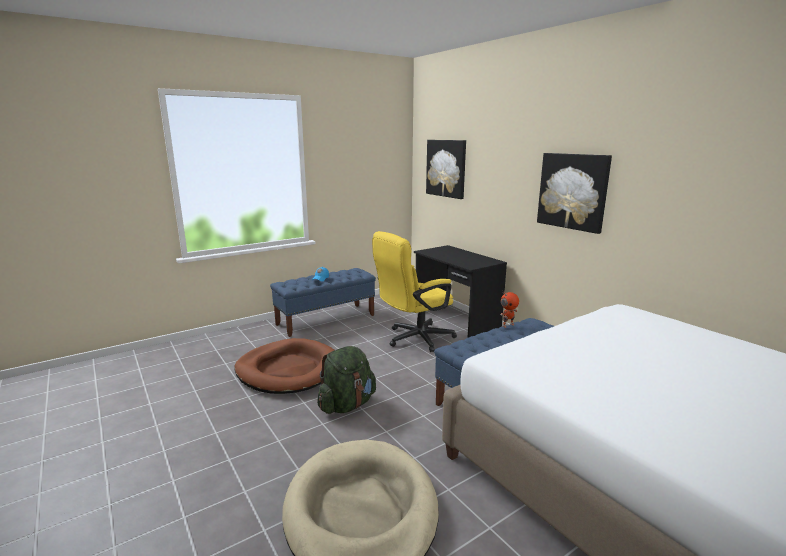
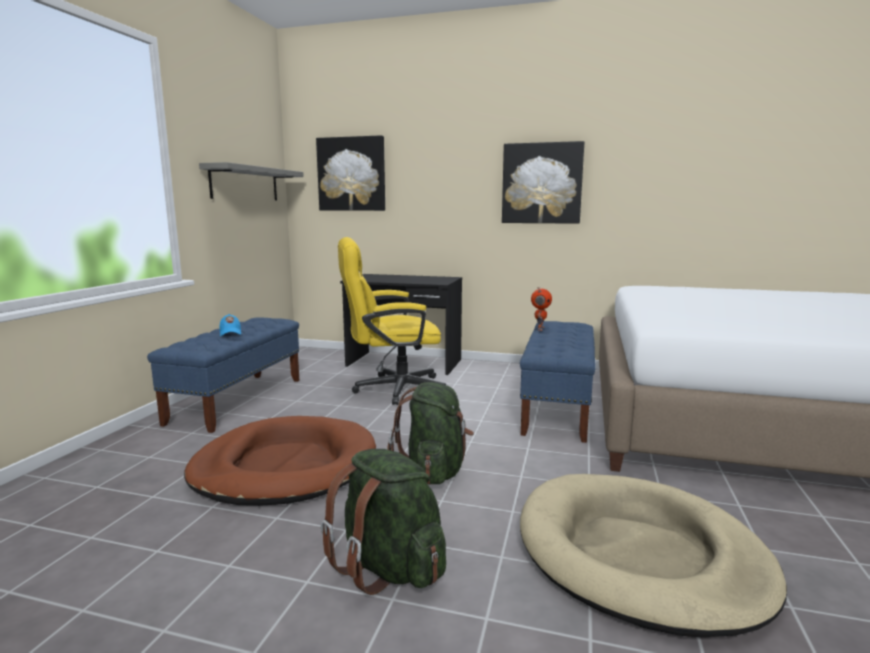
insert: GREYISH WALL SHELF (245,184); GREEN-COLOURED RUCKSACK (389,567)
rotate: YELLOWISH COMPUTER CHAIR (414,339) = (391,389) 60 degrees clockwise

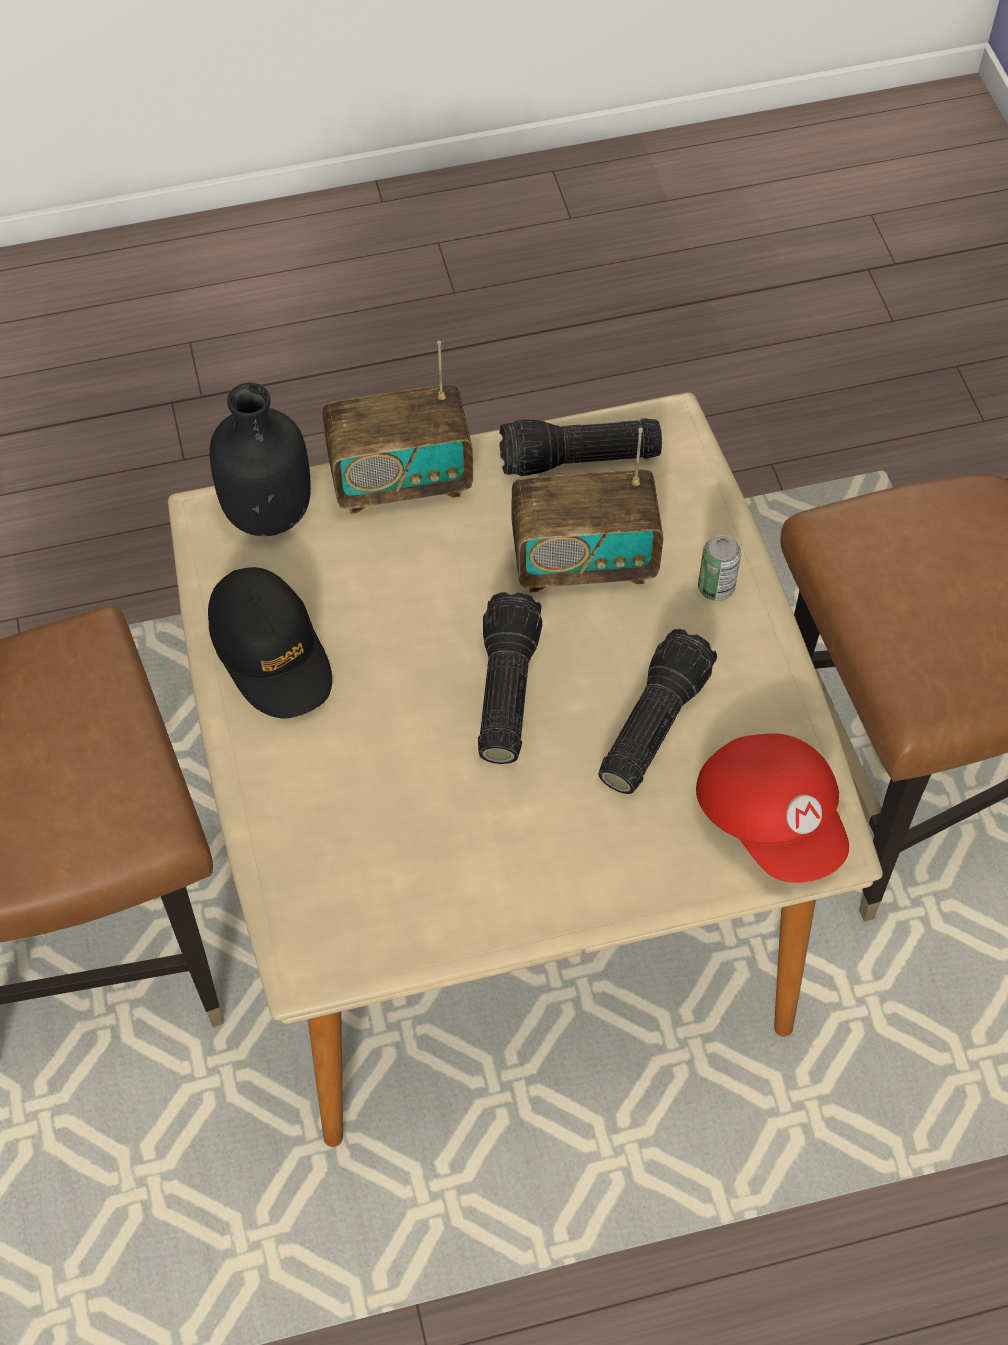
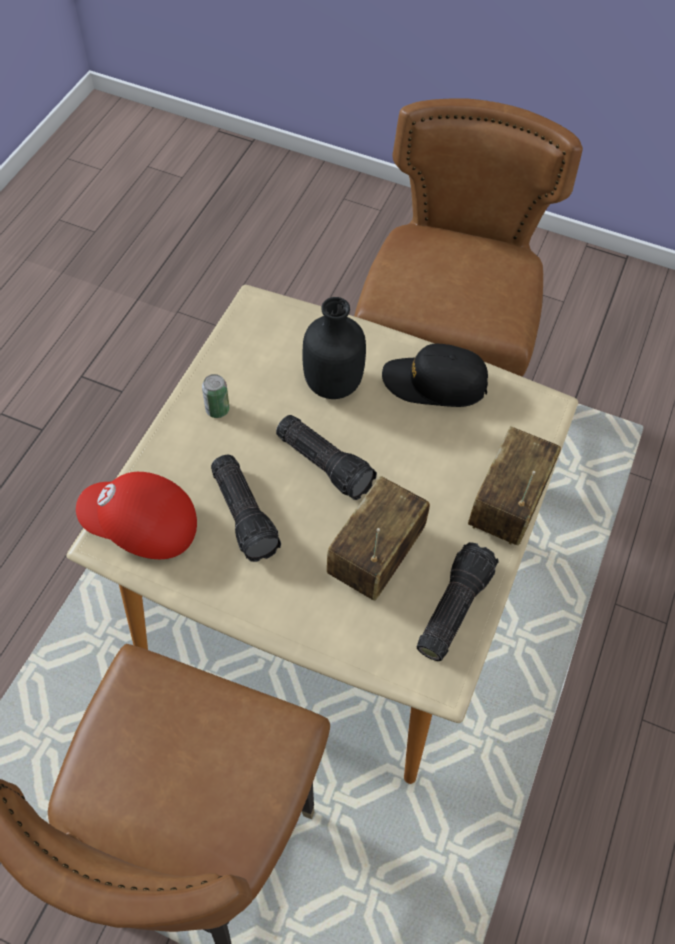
move: BLACK-COLOURED BEVERAGE BOTTLE (266,511) to (334,383); CAN (716,588) to (217,409)

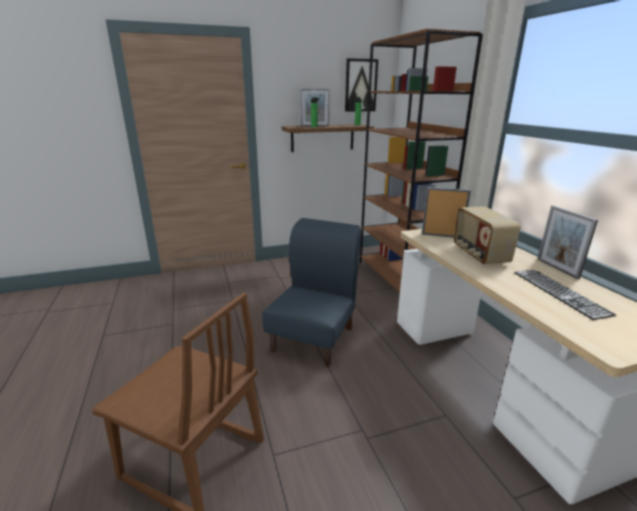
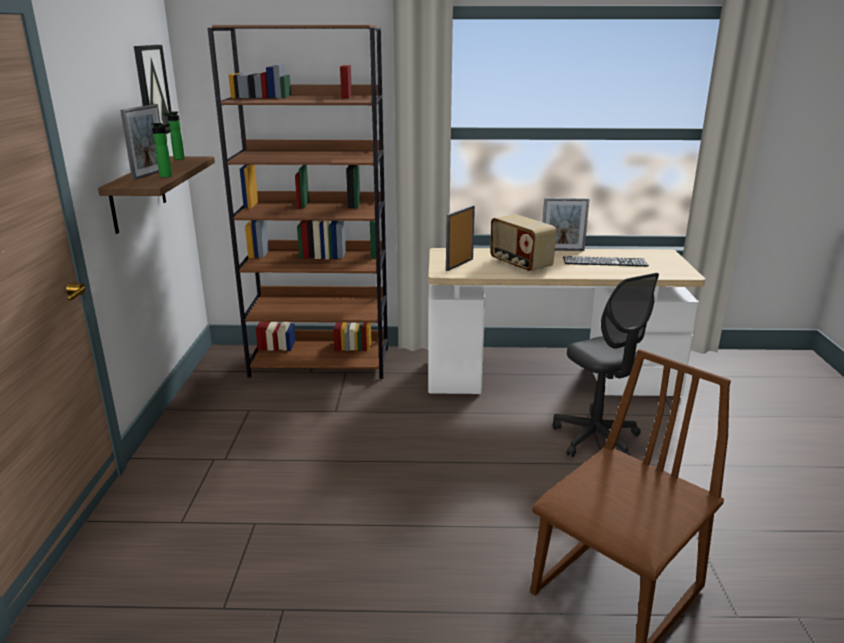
delete: BLUISH PLAIN CHAIR (314,338)
insert: GREYISH COMPUTER CHAIR (596,439)
rotate: RADIO SET (479,255) = (520,264) 45 degrees clockwise

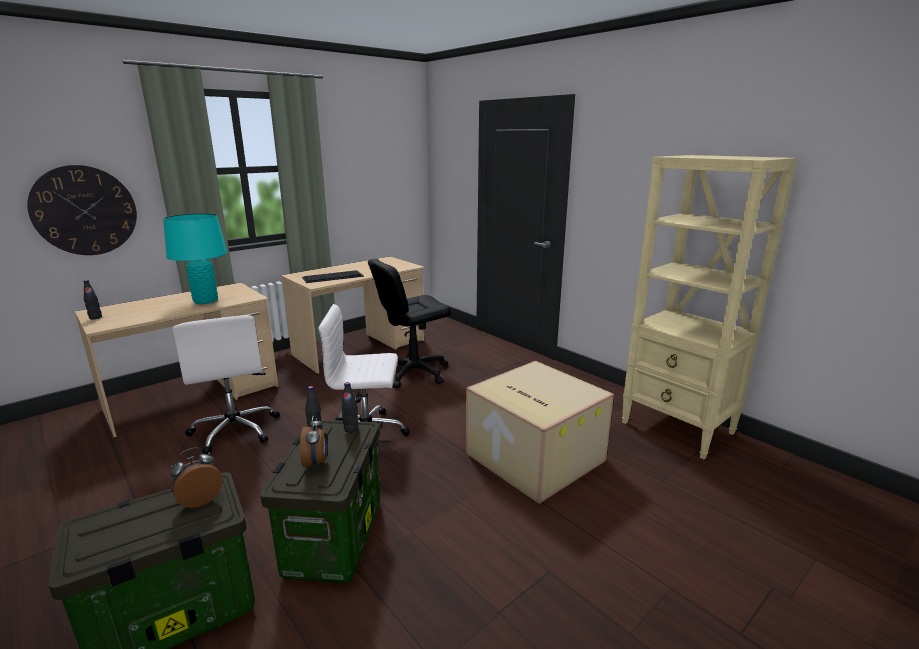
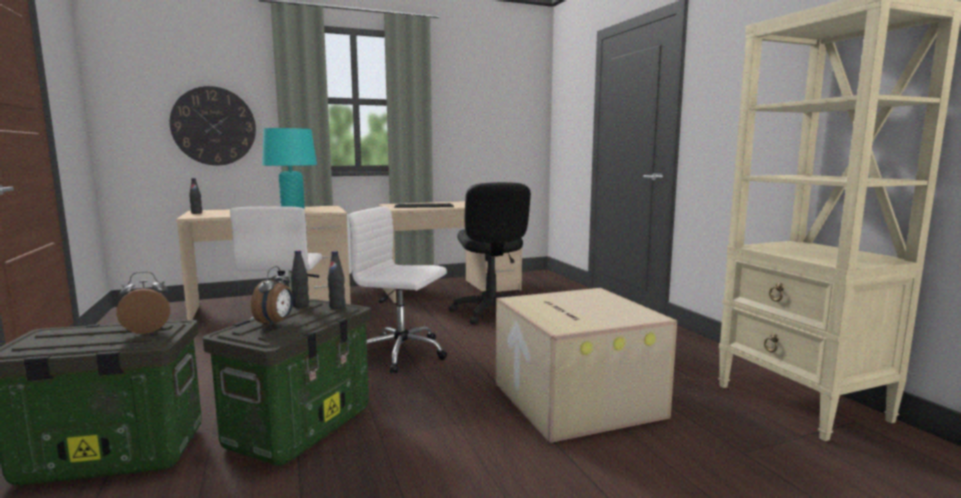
rotate: BLACK-COLOURED COMPUTER CHAIR (413,373) = (490,313) 90 degrees counterclockwise

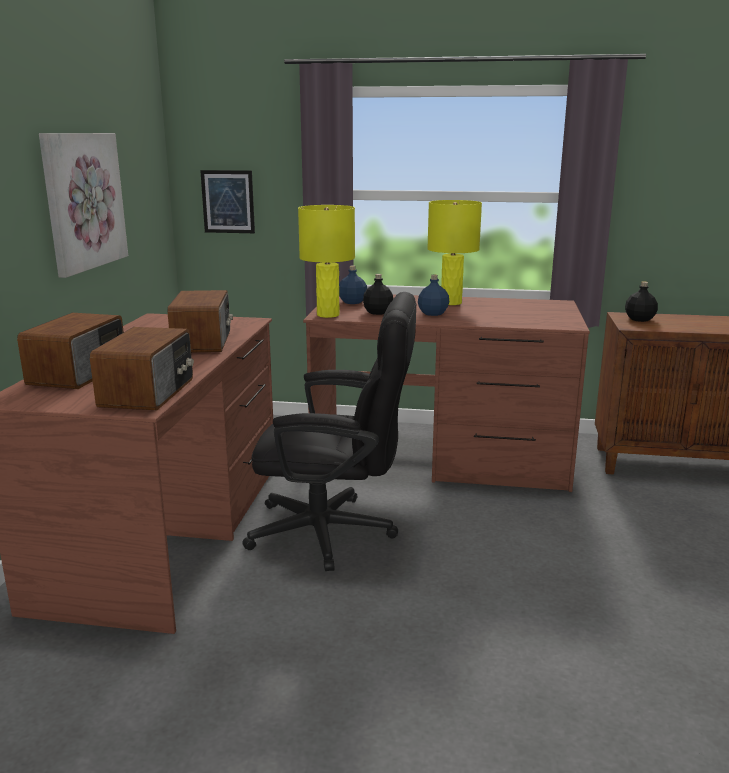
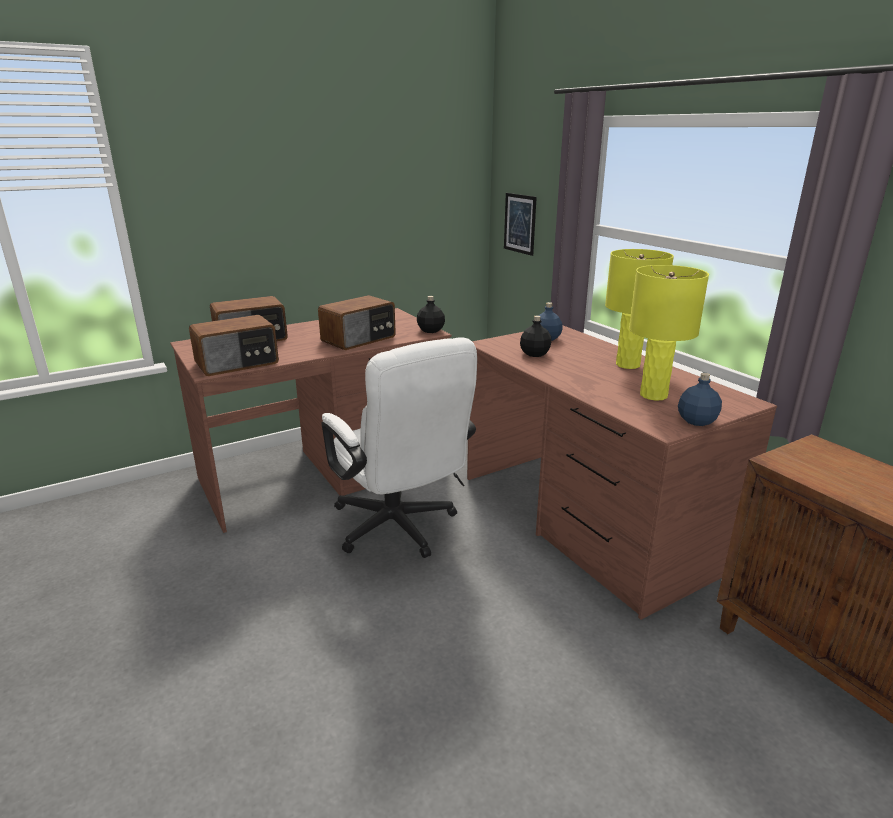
delete: WALL PICTURE (83,201)
move: YELLOWISH LAMP FOR A TABLE (328,315) to (653,395); BLUISH BEVERAGE BOTTLE (433,313) to (696,421); BLACK-COLOURED BEVERAGE BOTTLE (640,319) to (430,330)
recolor: BLACK-COLOURED COMPUTER CHAIR (335,532) to WHITISH COMPUTER CHAIR (399,529)

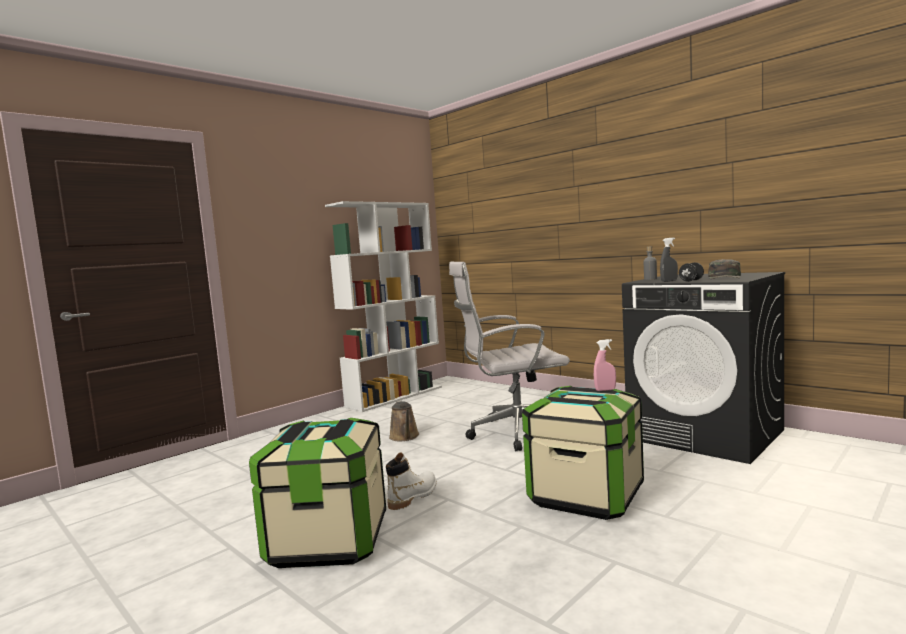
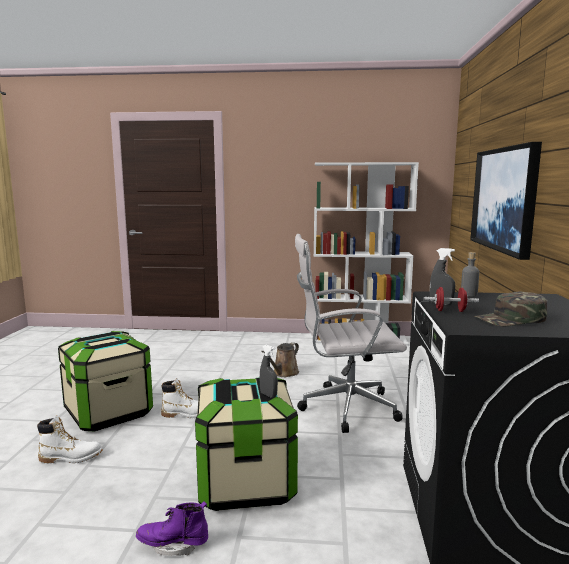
insert: WHITISH TALL BOOT (71,457); PURPLE-COLOURED TALL BOOT (173,545); WALL PICTURE (504,199)
recolor: PINK SPRAYER (605,390) to GREYISH SPRAYER (268,395); BLACK-COLOURED DUMBBELL (691,280) to RED-COLOURED DUMBBELL (450,311)
rotate: WHITISH COMPUTER CHAIR (513,433) = (344,408) 45 degrees counterclockwise

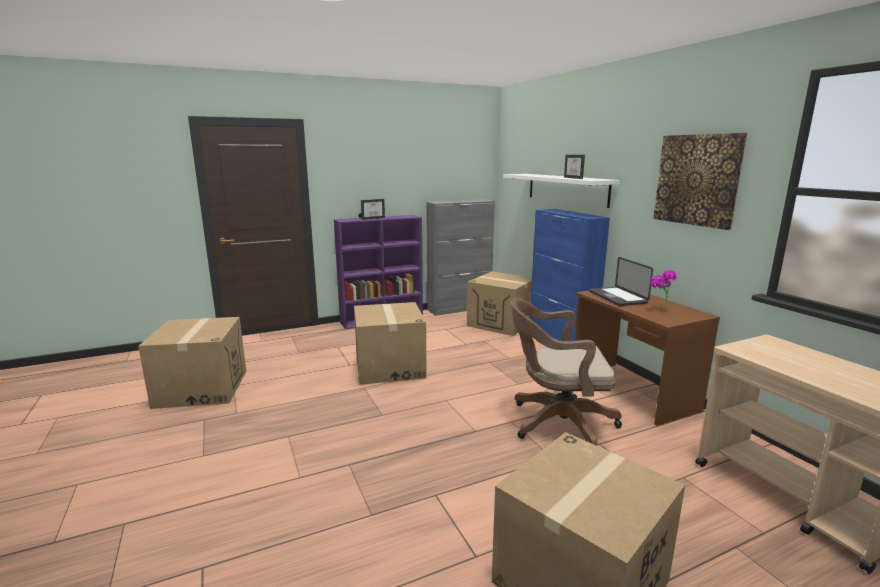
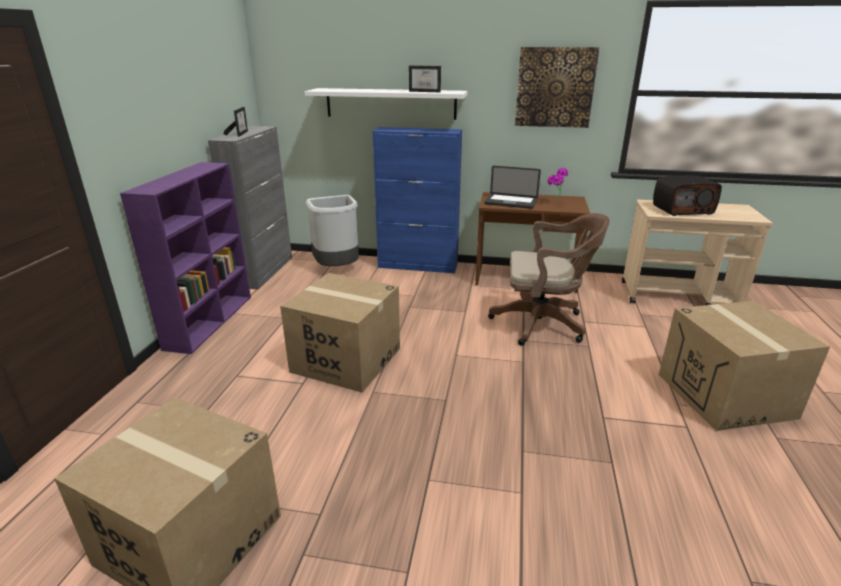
insert: RADIO SET (682,210)
move: PICTURE FRAME (372,218) to (239,133)
replace: PACKING BOX (501,323) to GREYISH TRASH CAN (337,269)
rotate: BROWN-COLOURED COMPUTER CHAIR (556,423) = (543,324) 120 degrees counterclockwise

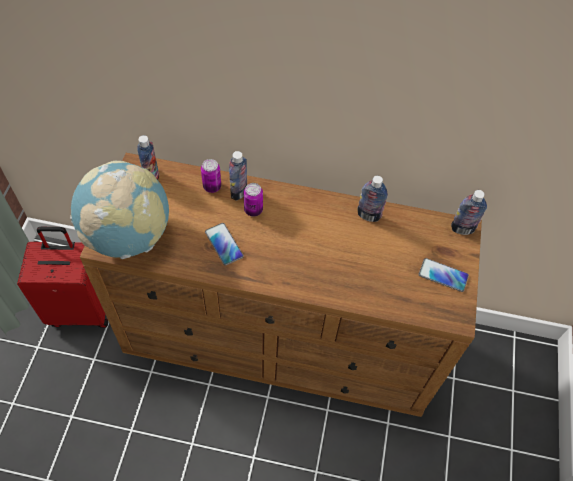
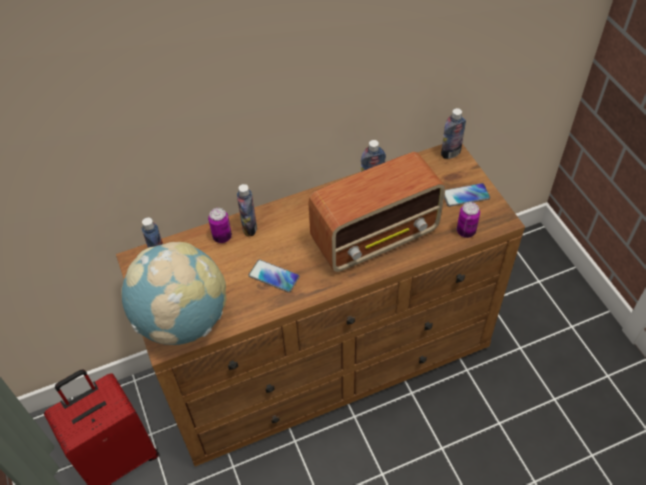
insert: RADIO SET (376,237)
move: CAN (253,210) to (466,231)

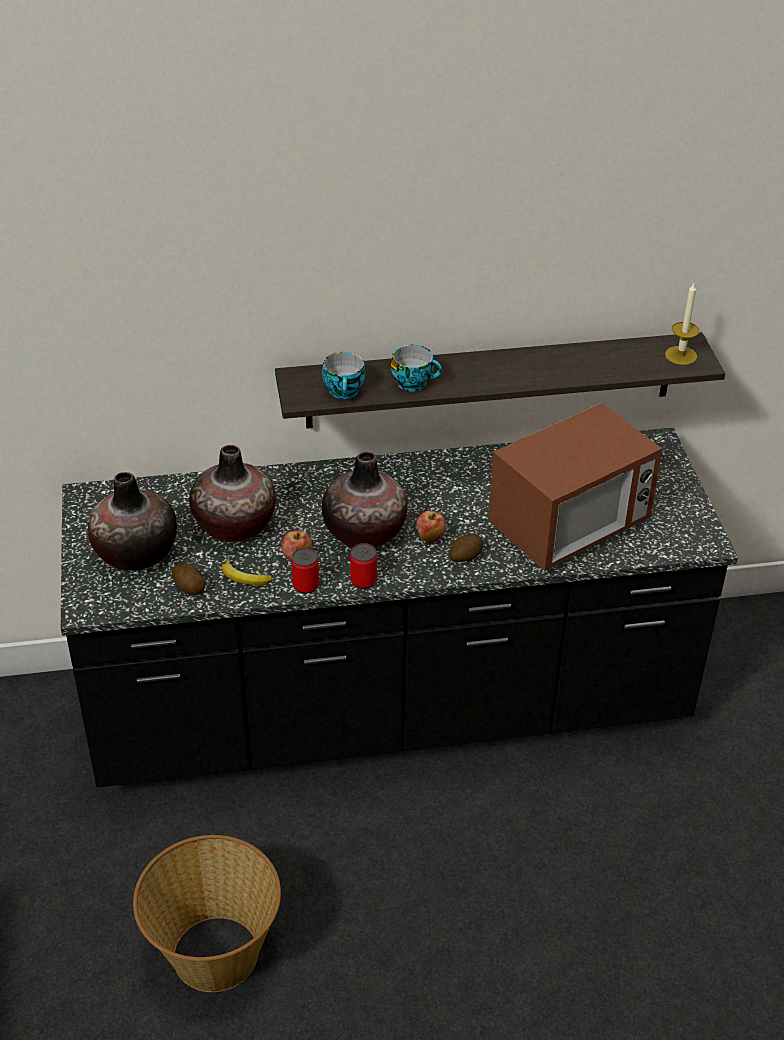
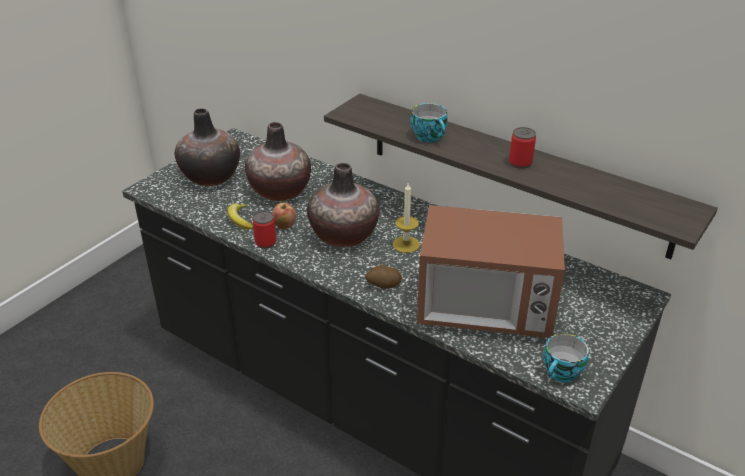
delete: SPUD (188,587); WHOLE APPLE (430,538)
move: CUP (345,392) to (562,373); CAN (363,580) to (520,163); WAX CANDLE (681,355) to (406,244)

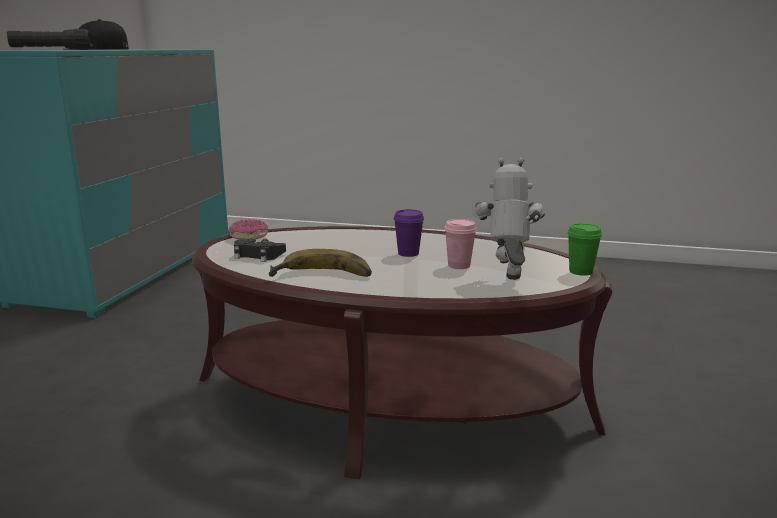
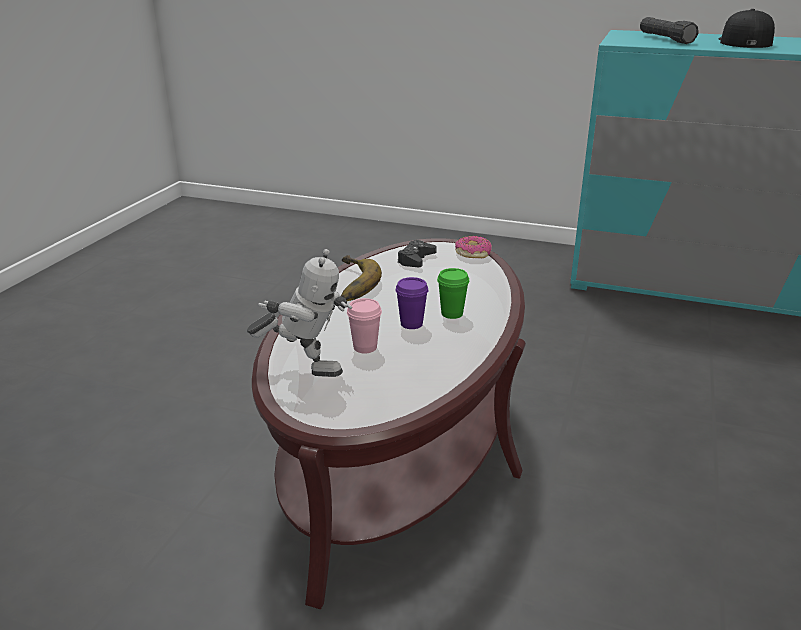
move: GREEN-COLOURED CUP (580,271) to (452,313)

